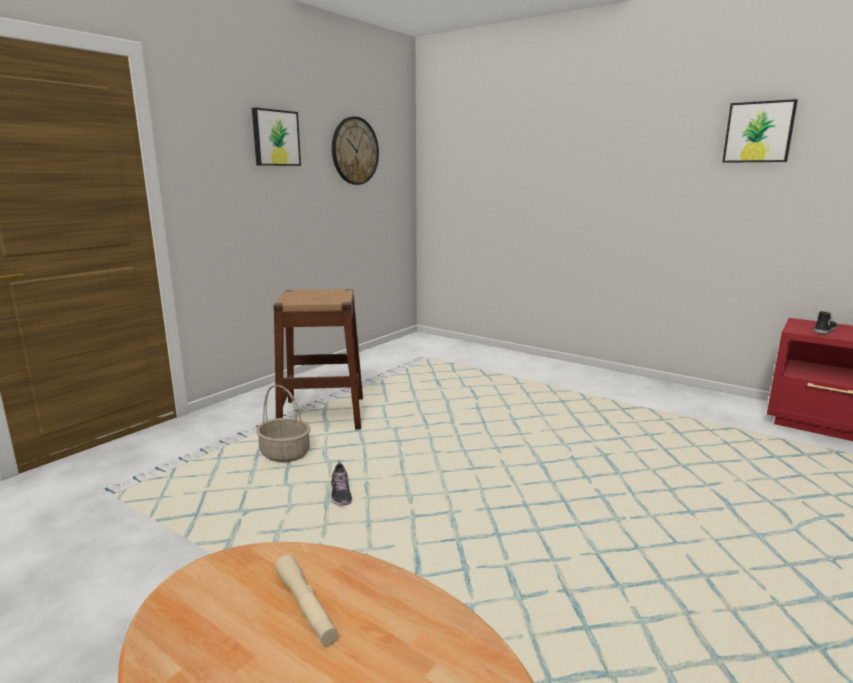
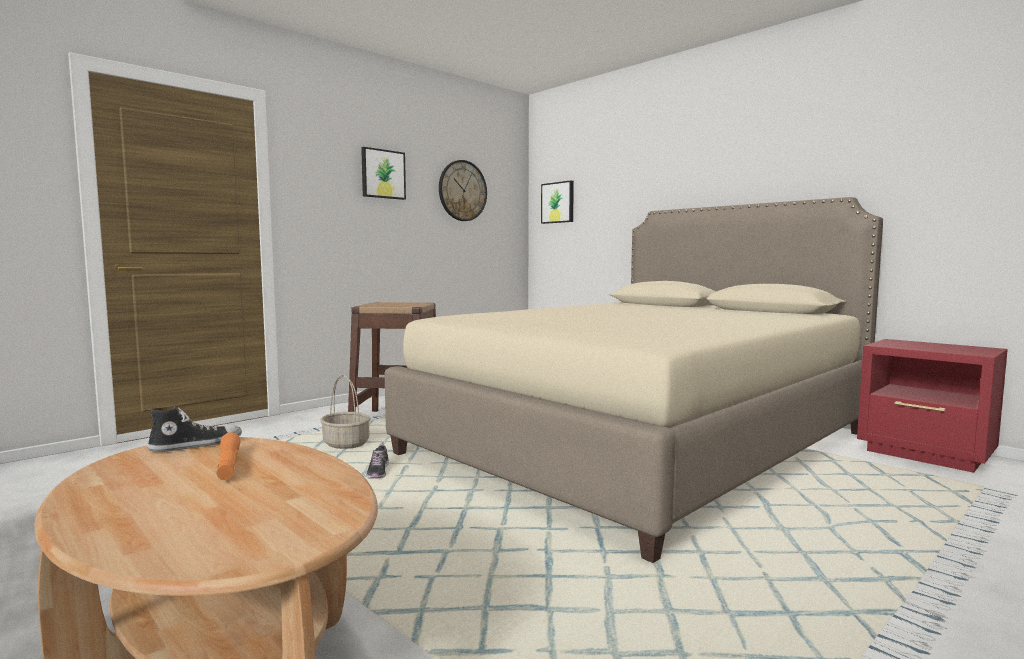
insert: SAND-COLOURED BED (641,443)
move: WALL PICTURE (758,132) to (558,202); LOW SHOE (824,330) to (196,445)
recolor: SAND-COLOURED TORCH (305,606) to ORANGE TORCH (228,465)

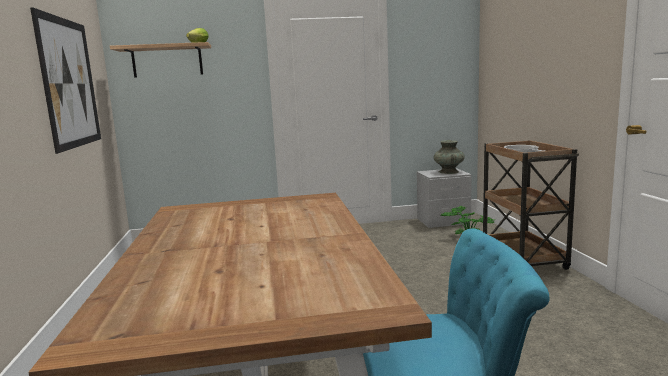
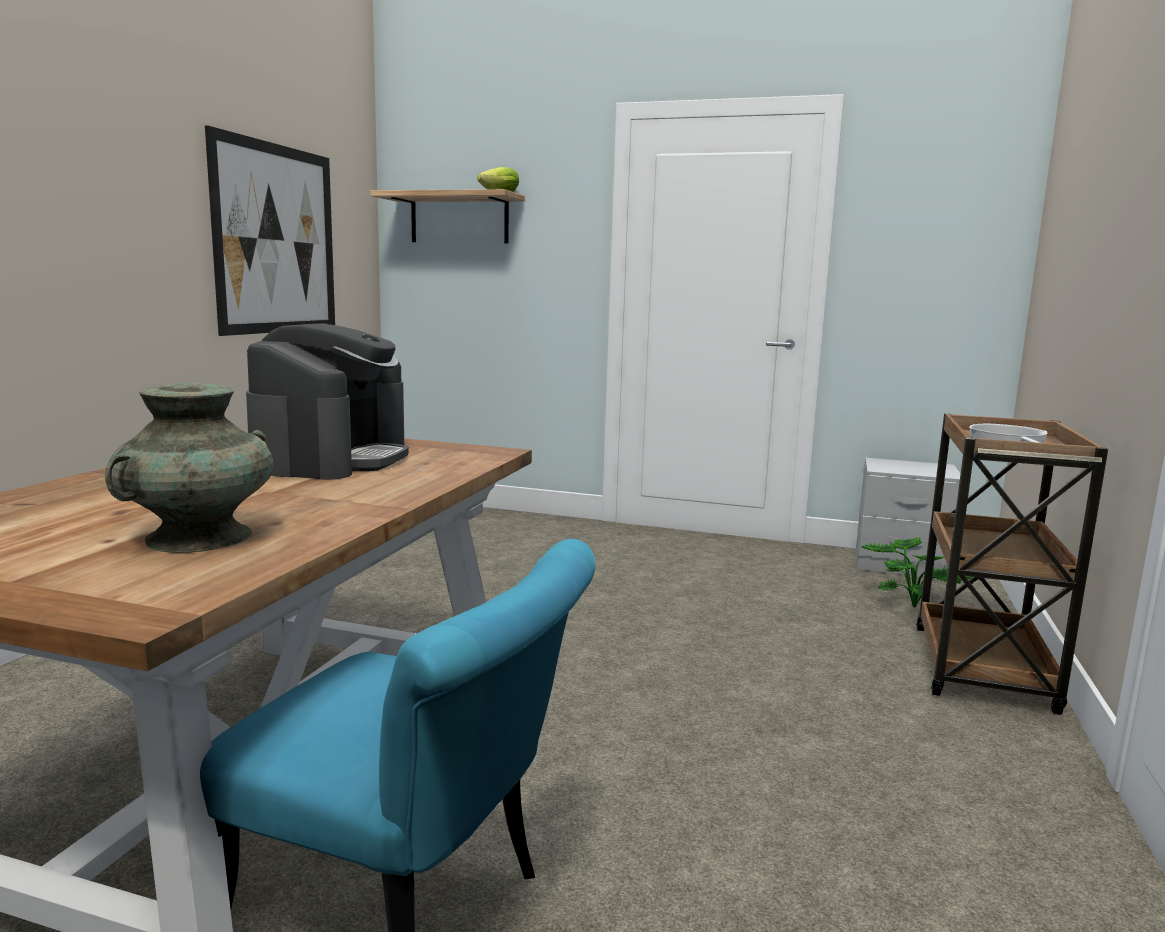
insert: COFFEE BREWER (332,459)
move: TURQUOISE FLOWER VASE (448,172) to (200,537)

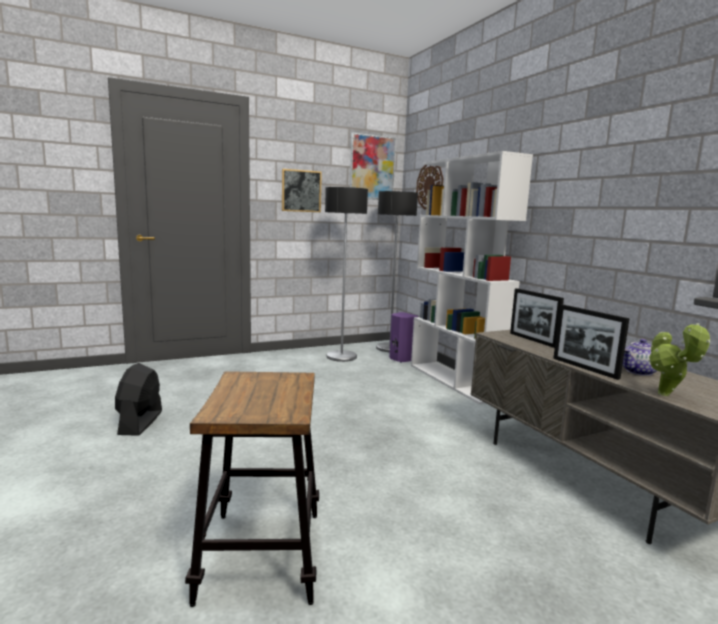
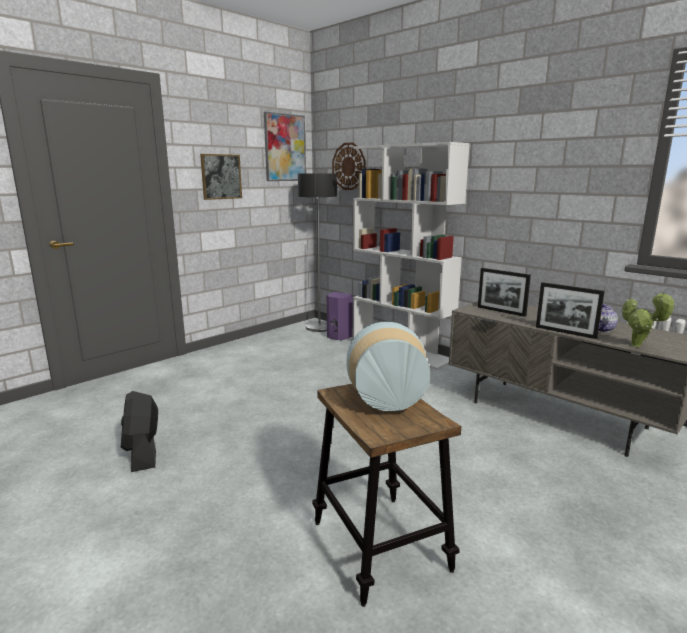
delete: STANDING LAMP (341,357)
insert: FLOWER VASE (385,398)

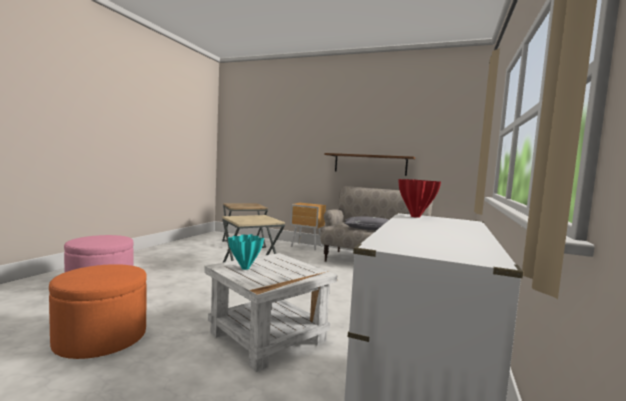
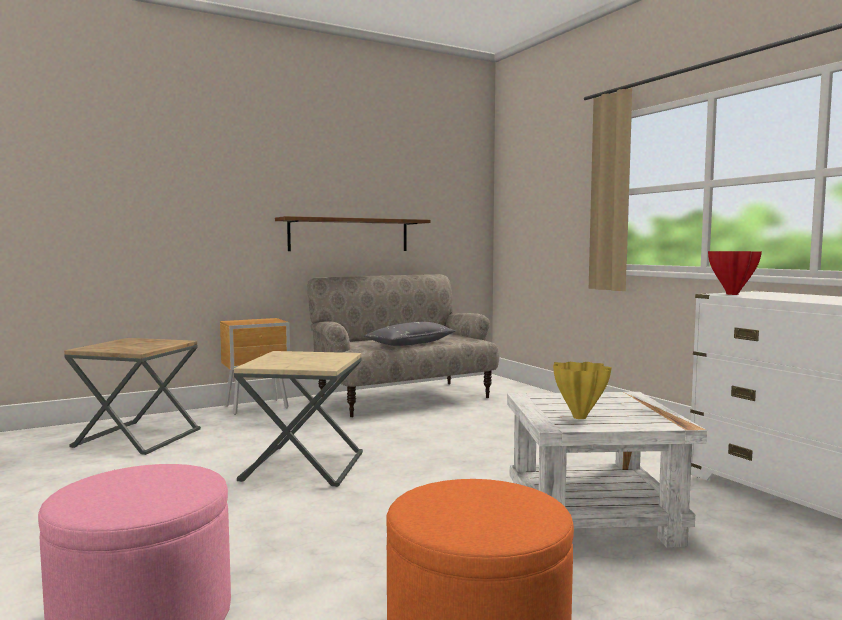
recolor: TURQUOISE FLOWER VASE (245,268) to YELLOWISH FLOWER VASE (580,417)

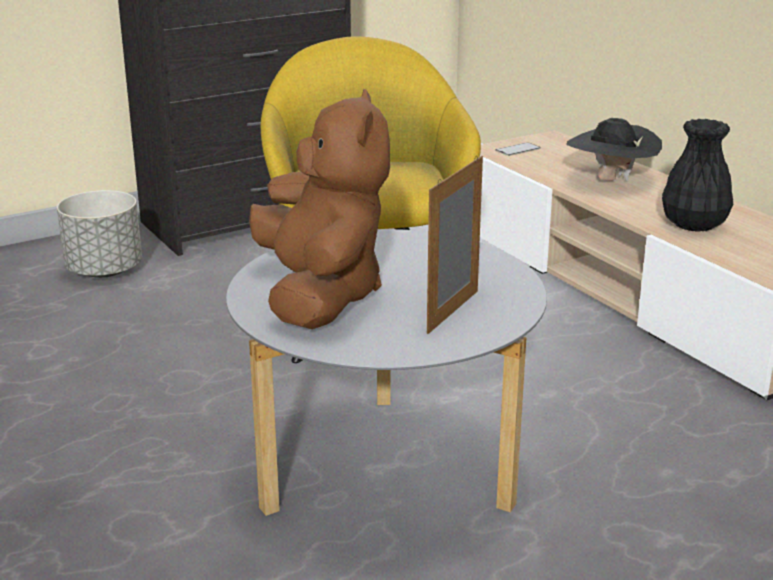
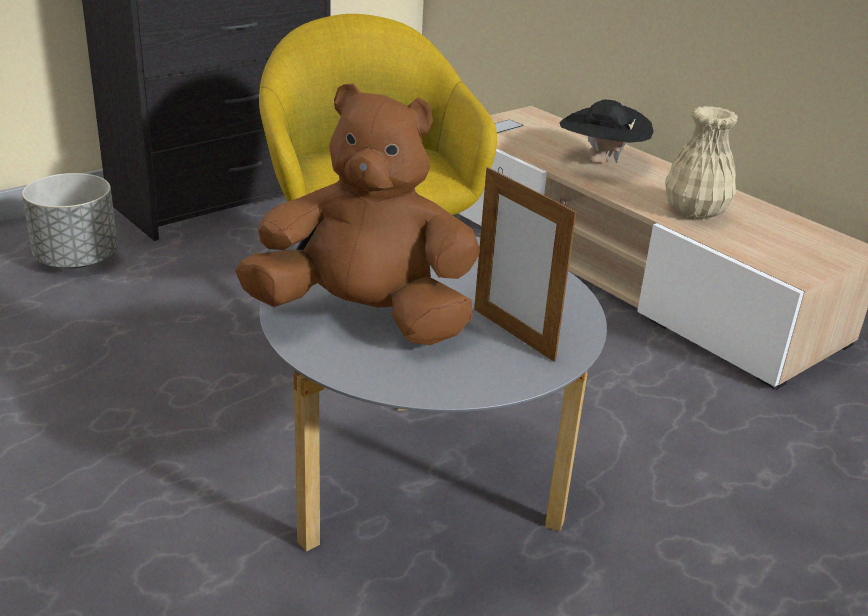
recolor: BLACK-COLOURED FLOWER VASE (695,224) to SAND-COLOURED FLOWER VASE (695,211)
rotate: BROWN-COLOURED SOFT TOY (320,295) = (365,317) 60 degrees counterclockwise; PICTURE FRAME (453,311) = (513,334) 60 degrees counterclockwise

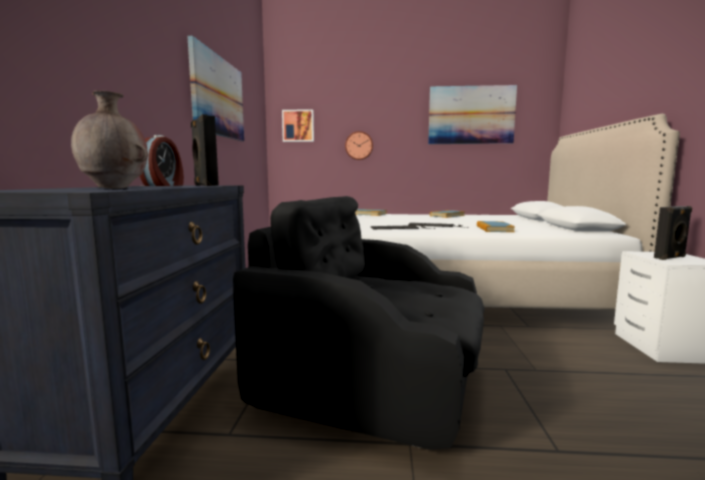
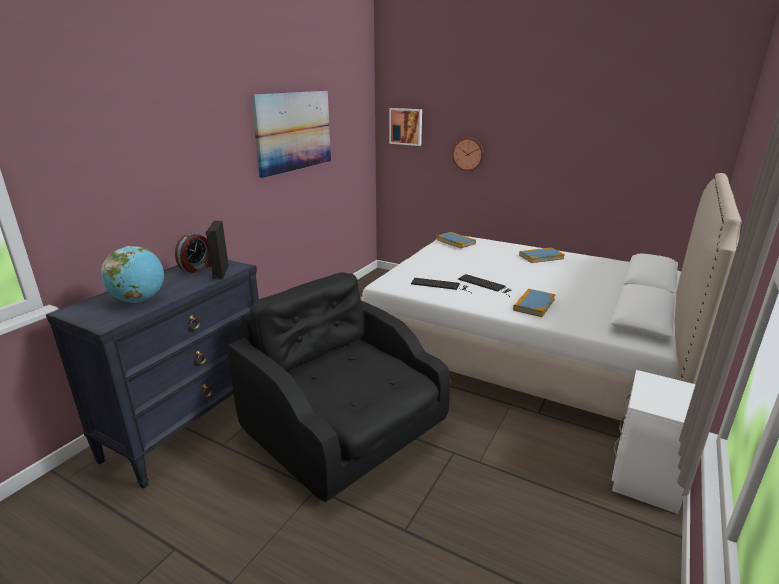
delete: WALL PICTURE (471,115); BLACK-COLOURED LOUDSPEAKER (670,257)
replace: BROWN-COLOURED FLOWER VASE (115,188) to WORLD GLOBE (139,300)

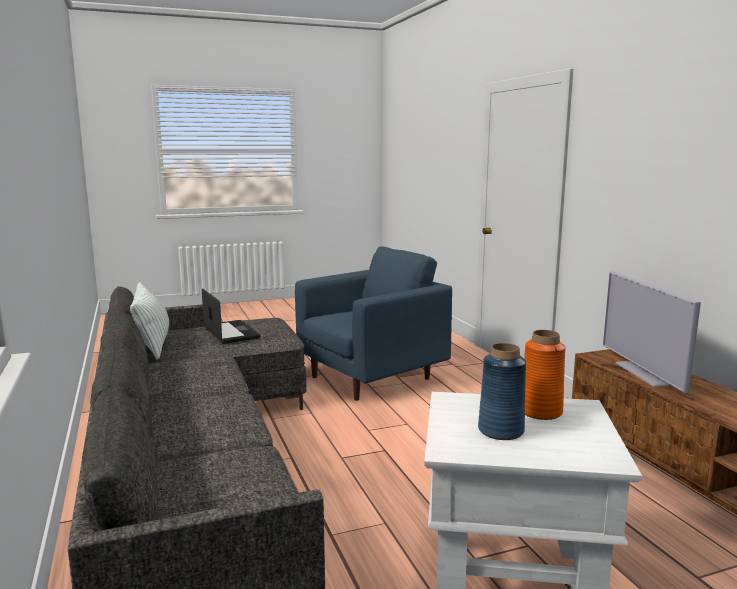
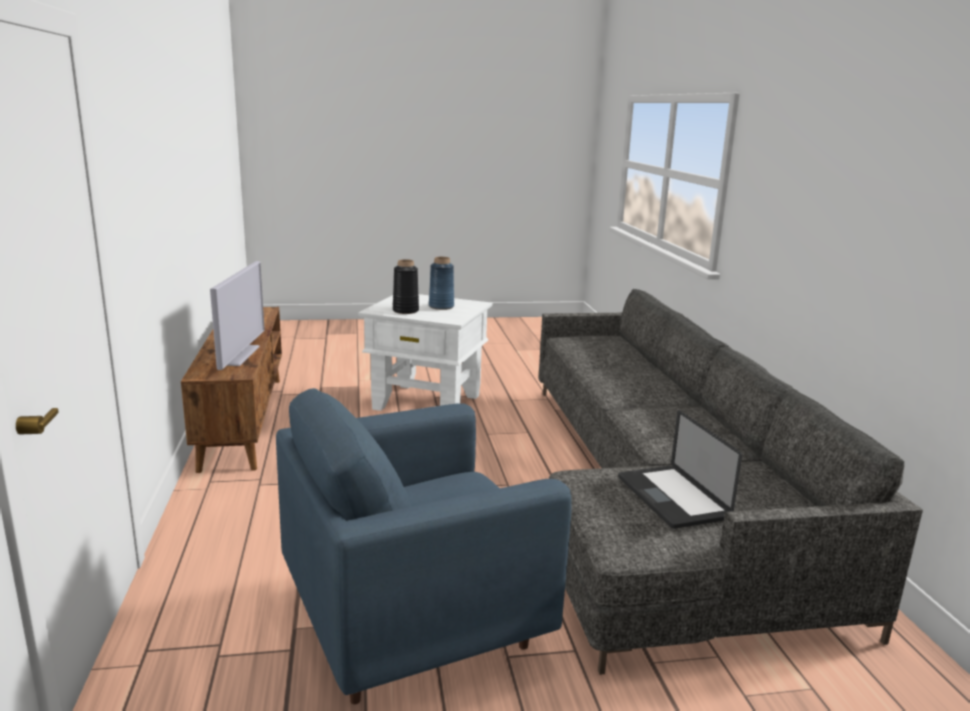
delete: PILLOW (151,344)
recolor: ORANGE FLOWER VASE (540,411) to BLACK-COLOURED FLOWER VASE (405,311)

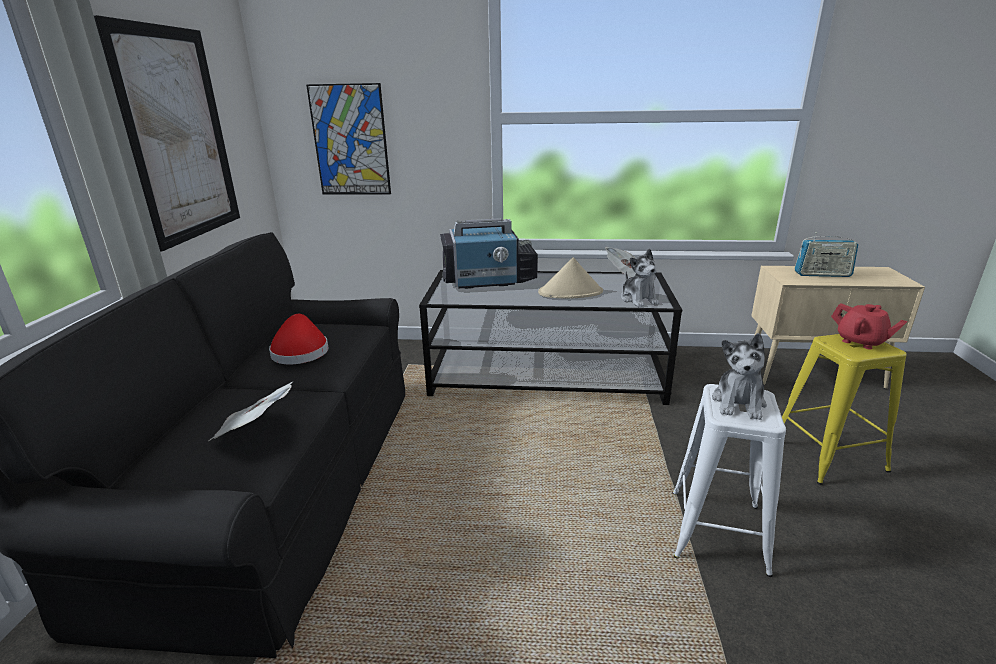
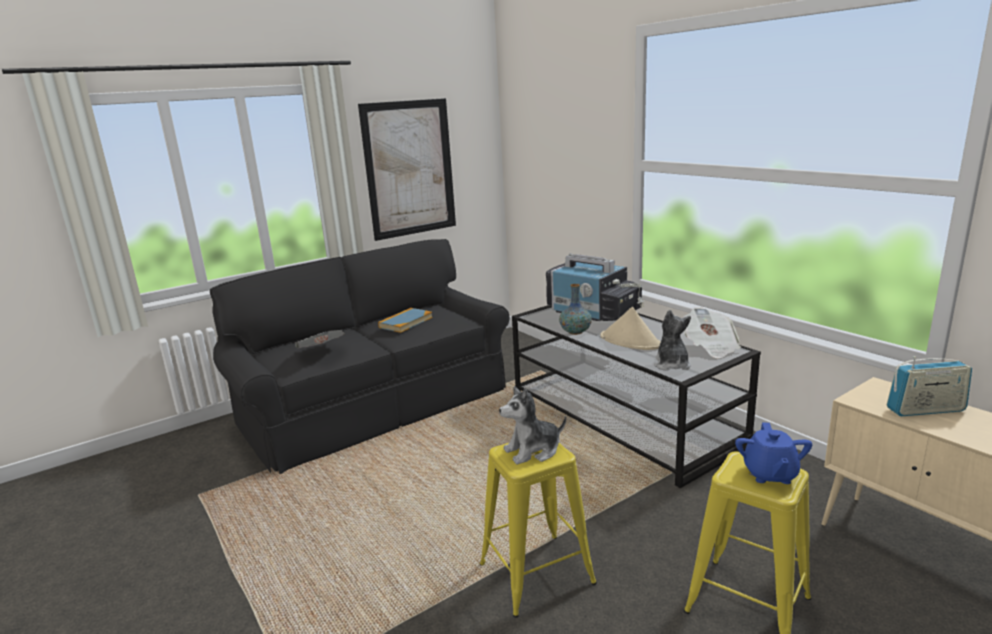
delete: WALL PICTURE (350,141)
insert: FLOWER VASE (575,332)
replace: RED-COLOURED CLOTHING HAT (300,351) to BOOK (405,322)
recolor: WHITISH SITTING STOOL (717,531) to YELLOWISH SITTING STOOL (536,574); RED-COLOURED POT FOR TEA (861,341) to BLUISH POT FOR TEA (770,474)
rotate: SOFT TOY (638,299) = (671,365) 150 degrees clockwise; RADIO SET (822,274) = (925,410) 60 degrees counterclockwise

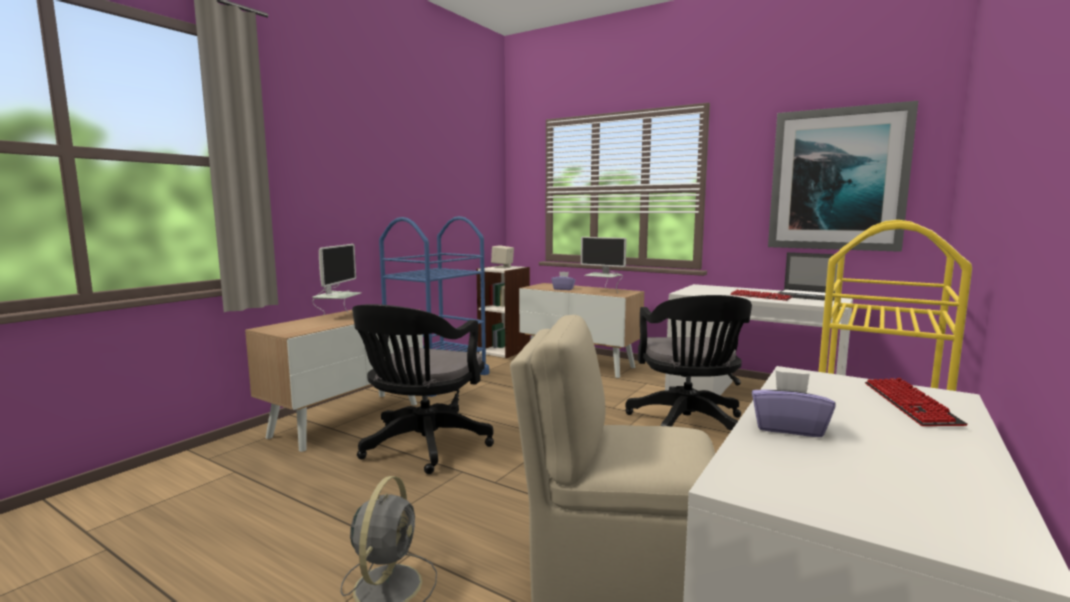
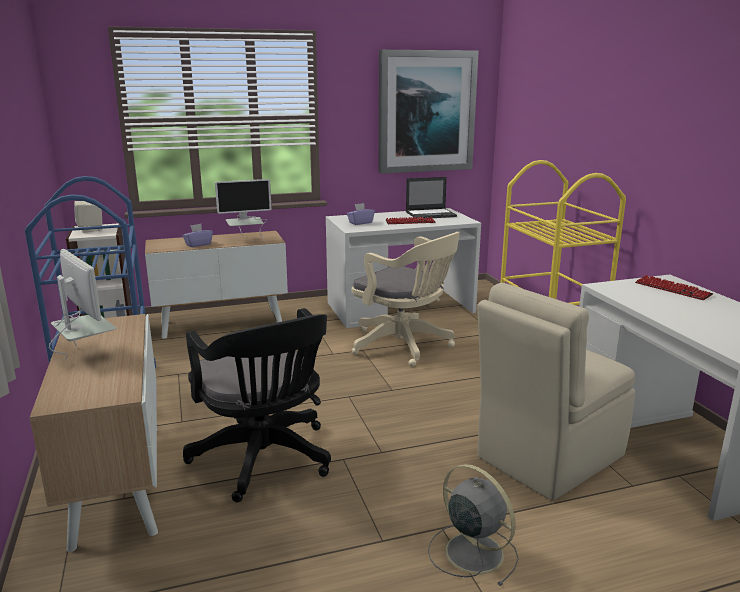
move: PURPLE-COLOURED TISSUE HOLDER (788,428) to (360,223)
recolor: BLACK-COLOURED COMPUTER CHAIR (688,425) to SAND-COLOURED COMPUTER CHAIR (405,346)

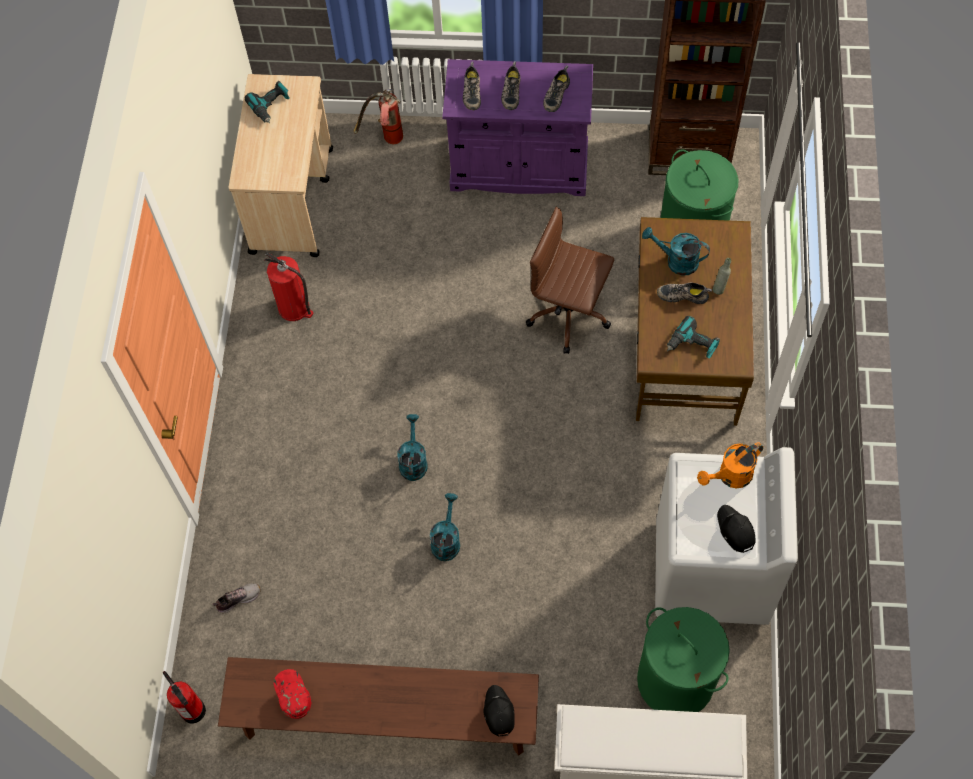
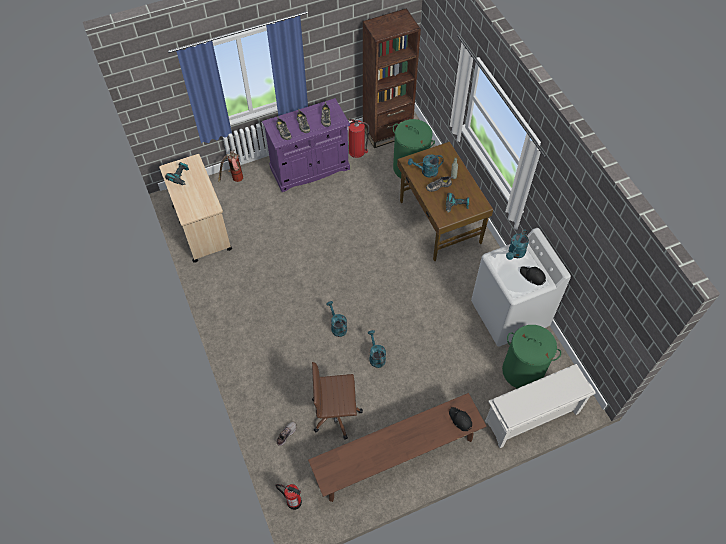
delete: RED-COLOURED CAP (292,694)
move: FIRE-FIGHTING CYLINDER (294,308) to (357,151); BROWN-COLOURED COMPUTER CHAIR (570,314) to (336,413)
recolor: ORANGE WATERING POT (730,476) to TURQUOISE WATERING POT (515,253)

